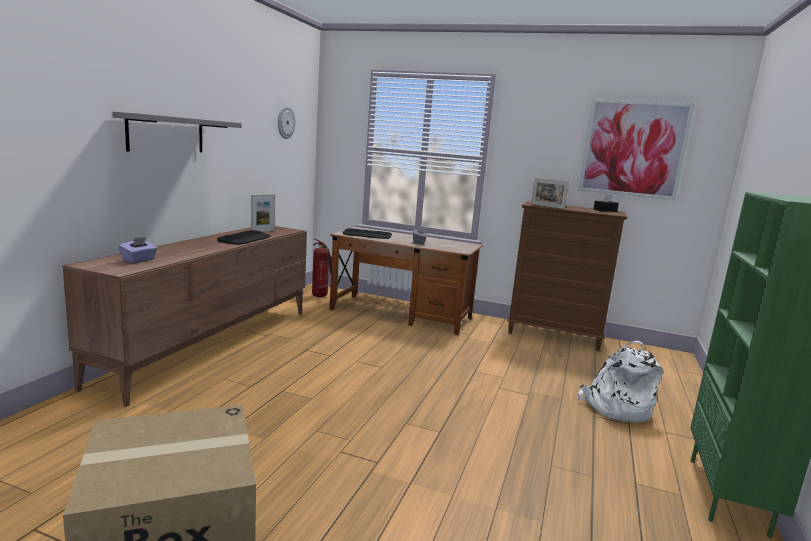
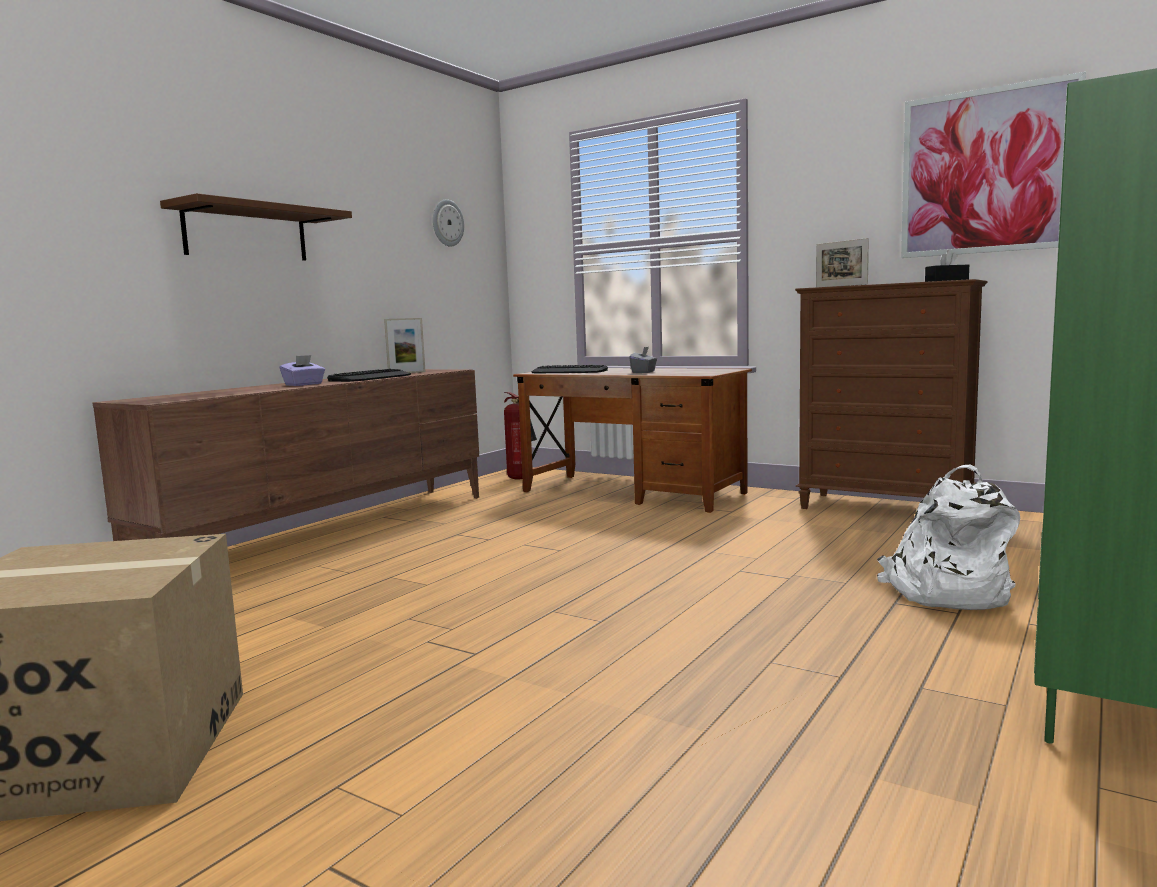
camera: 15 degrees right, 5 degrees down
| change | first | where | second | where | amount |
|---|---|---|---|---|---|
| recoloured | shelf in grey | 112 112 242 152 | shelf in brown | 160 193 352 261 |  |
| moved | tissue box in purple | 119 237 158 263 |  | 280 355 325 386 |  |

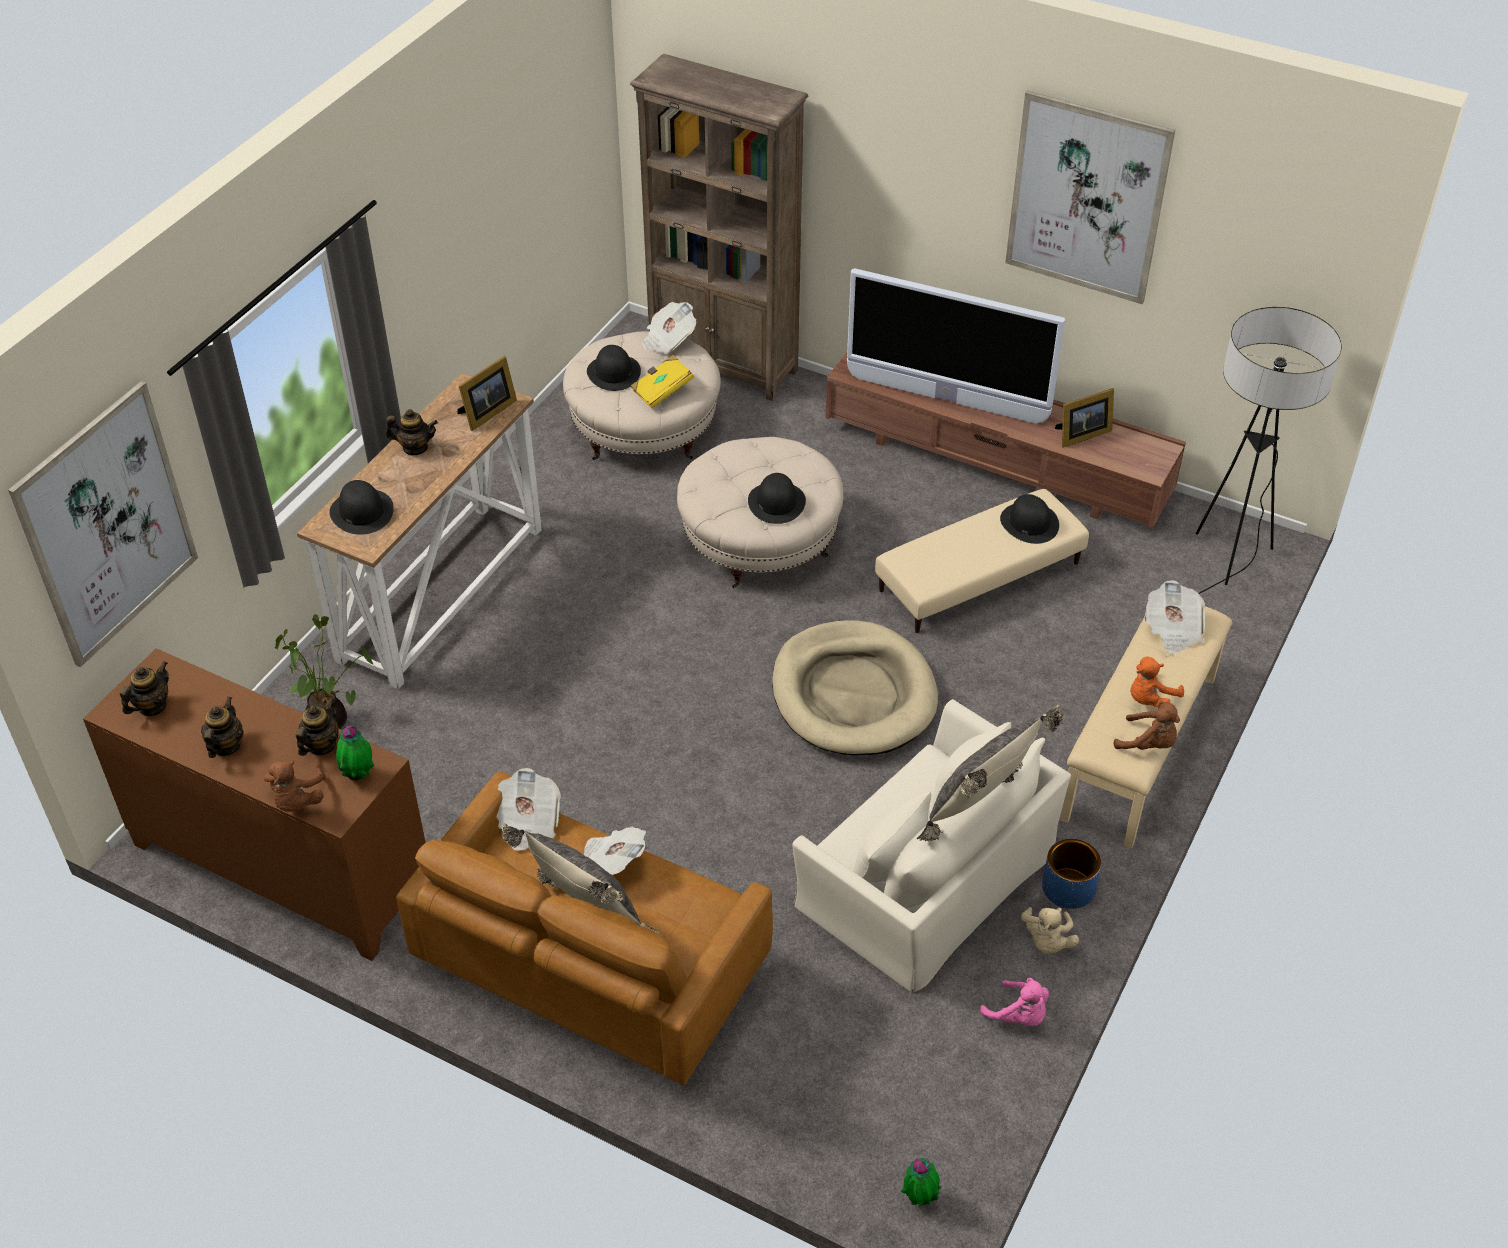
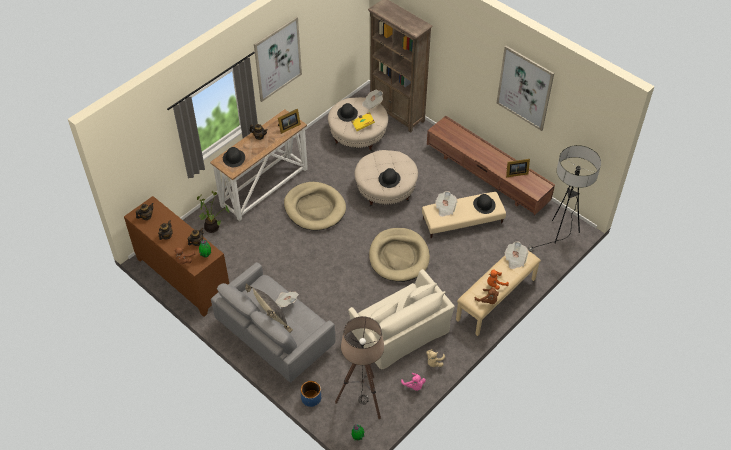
camera: 15 degrees right, 5 degrees up
| change | first | where | second | where | amount |
|---|---|---|---|---|---|
| moved | picture | 8 381 198 667 |  | 254 16 302 102 |  |
| recoloured | sofa in brown | 396 771 773 1085 | sofa in grey | 211 262 336 383 |  |
| moved | newspaper | 496 768 561 851 |  | 435 191 458 217 |  |
| removed | television | 847 268 1065 423 |  |  |  |
| removed | pillow | 916 705 1064 841 |  |  |  |
| moved | planter in blue | 1042 839 1101 909 |  | 300 381 321 407 |  |
| added |  |  | dog bed in beige | 284 182 346 231 |  |
| added |  |  | floor lamp | 335 316 384 420 |  |

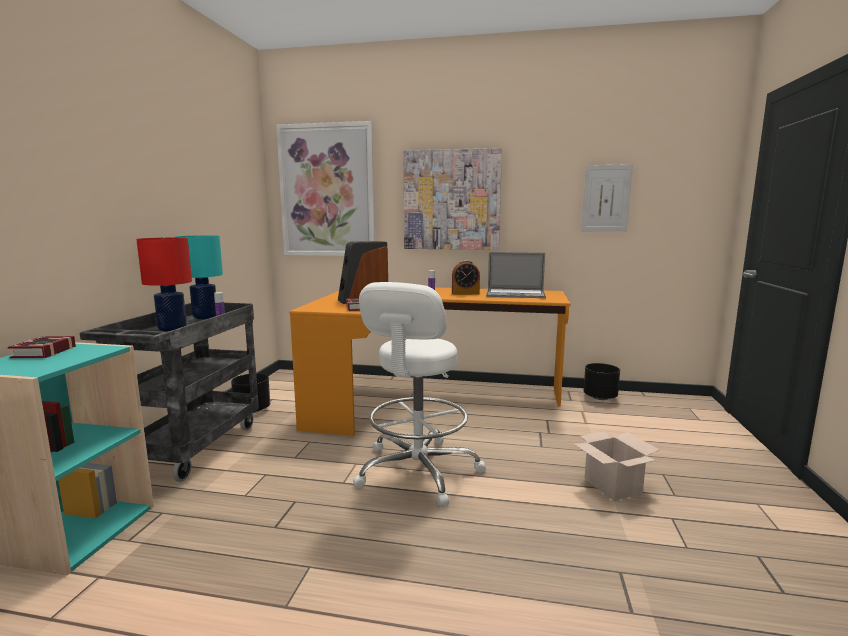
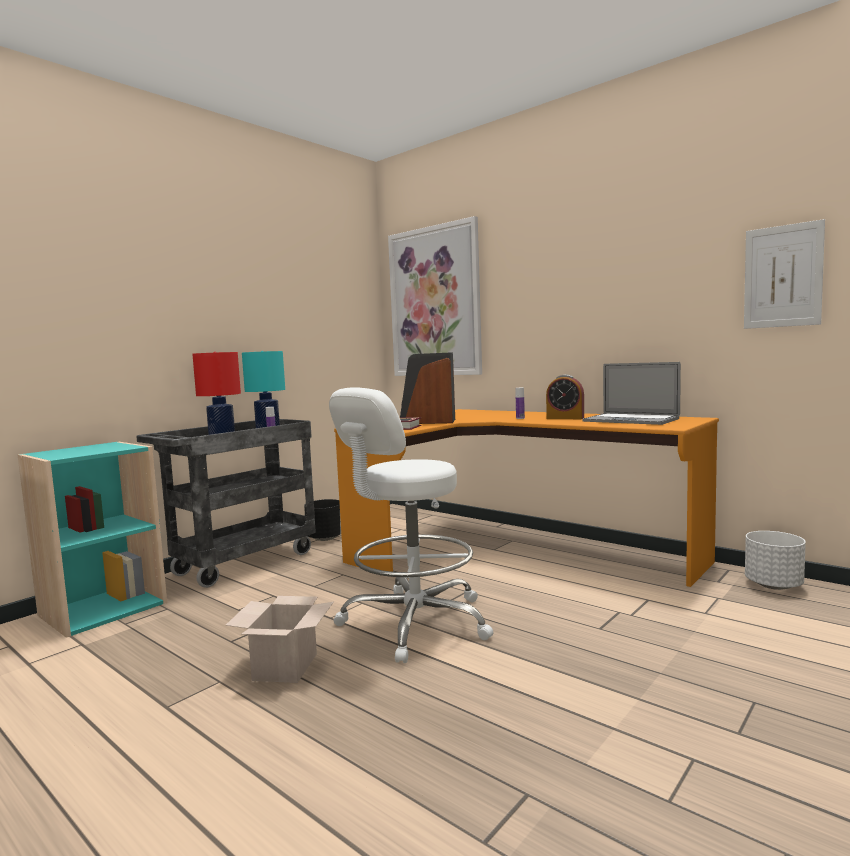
camera: 30 degrees right, 5 degrees down
| change | first | where | second | where | amount |
|---|---|---|---|---|---|
| removed | book | 8 336 76 358 |  |  |  |
| removed | picture | 403 148 502 250 |  |  |  |
| moved | cardboard box | 574 431 660 501 |  | 226 596 334 683 |  |
| recoloured | planter in black | 584 363 620 400 | planter in white | 745 531 806 590 |  |

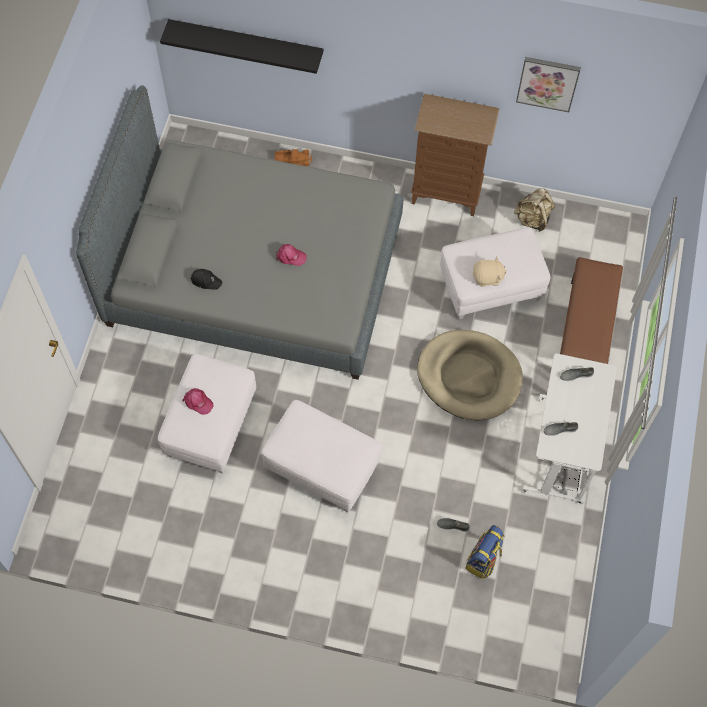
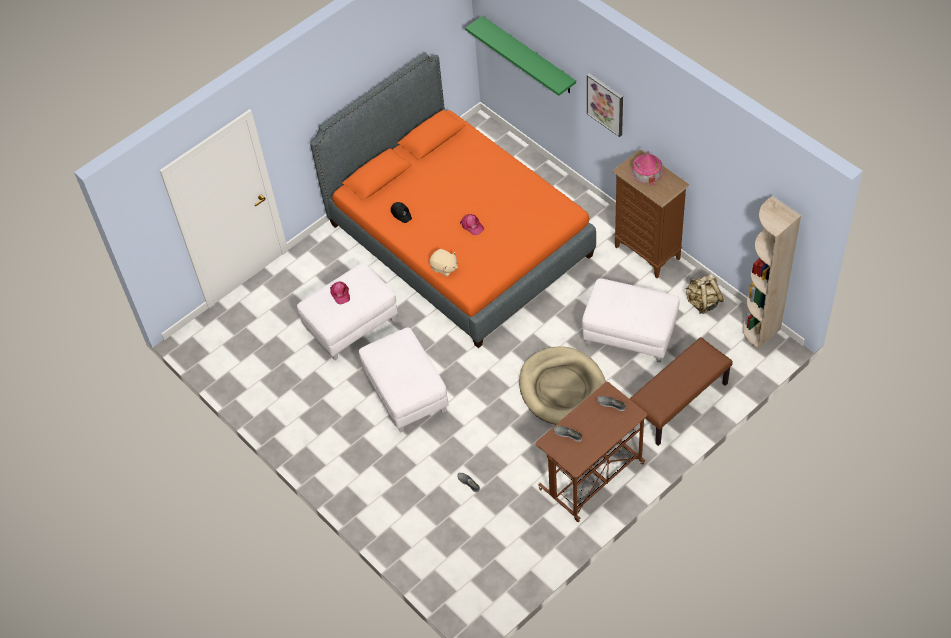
camera: 40 degrees right, 10 degrees down
| change | first | where | second | where | amount |
|---|---|---|---|---|---|
| recoloured | bed in grey | 76 85 403 380 | bed in orange | 310 53 596 348 |  |
| recoloured | shelf in black | 160 19 323 74 | shelf in green | 465 16 576 96 |  |
| removed | toy truck | 275 149 312 166 |  |  |  |
| removed | backpack | 465 525 505 579 |  |  |  |
| moved | plush toy in beige | 473 257 507 287 |  | 429 249 458 276 |  |
| moved | picture | 516 57 581 112 |  | 587 73 623 137 |  |
| recoloured | desk in white | 523 354 617 504 | desk in brown | 536 382 647 522 |  |
| added |  |  | toy house | 631 151 663 186 |  |
| added |  |  | bookcase in beige | 743 196 801 349 |  |

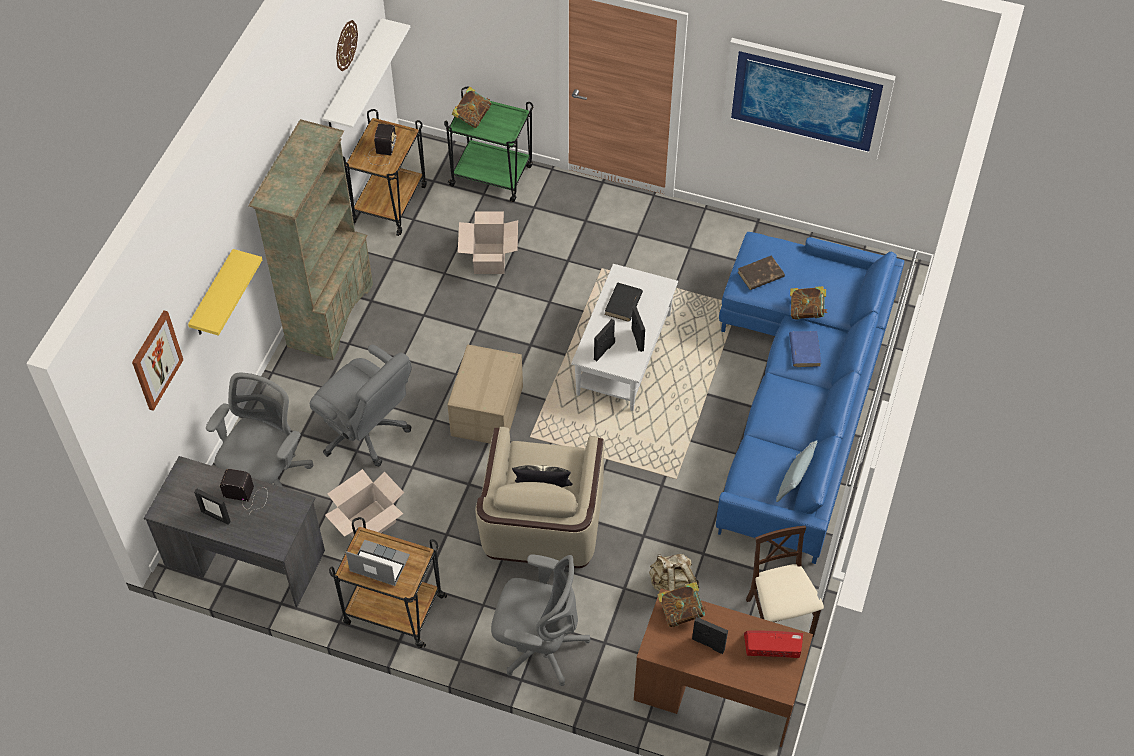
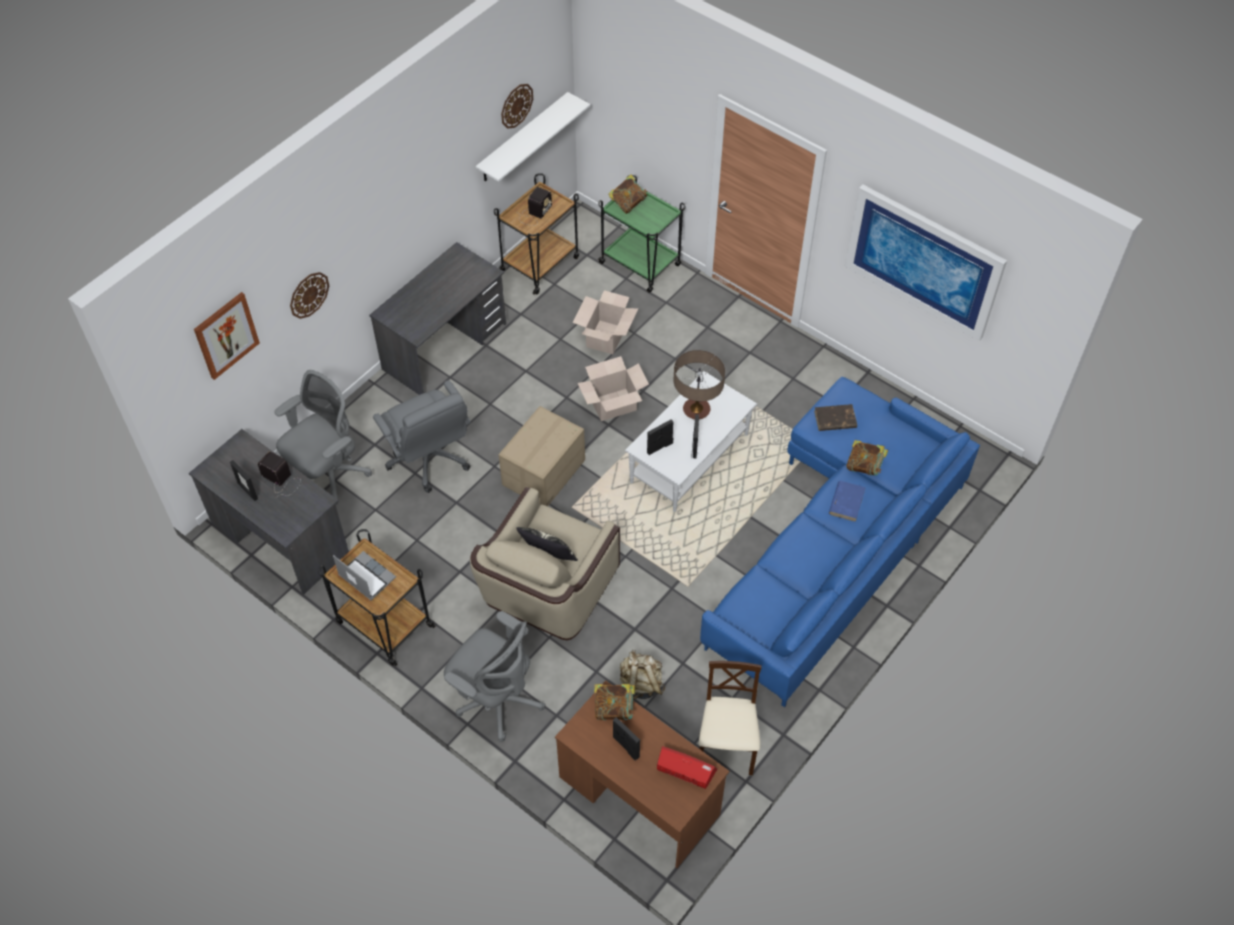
camera: 20 degrees right, 0 degrees up
| change | first | where | second | where | amount |
|---|---|---|---|---|---|
| replaced | shelf in yellow | 188 249 262 336 | wall clock | 290 272 329 319 |  |
| replaced | bookcase in green | 248 119 373 360 | desk in grey | 369 242 506 395 |  |
| moved | cardboard box | 325 469 404 537 |  | 578 356 649 421 |  |
| replaced | book in black | 605 282 643 322 | table lamp | 674 350 725 419 |  |
| removed | pillow in blue | 776 440 817 502 |  |  |  |

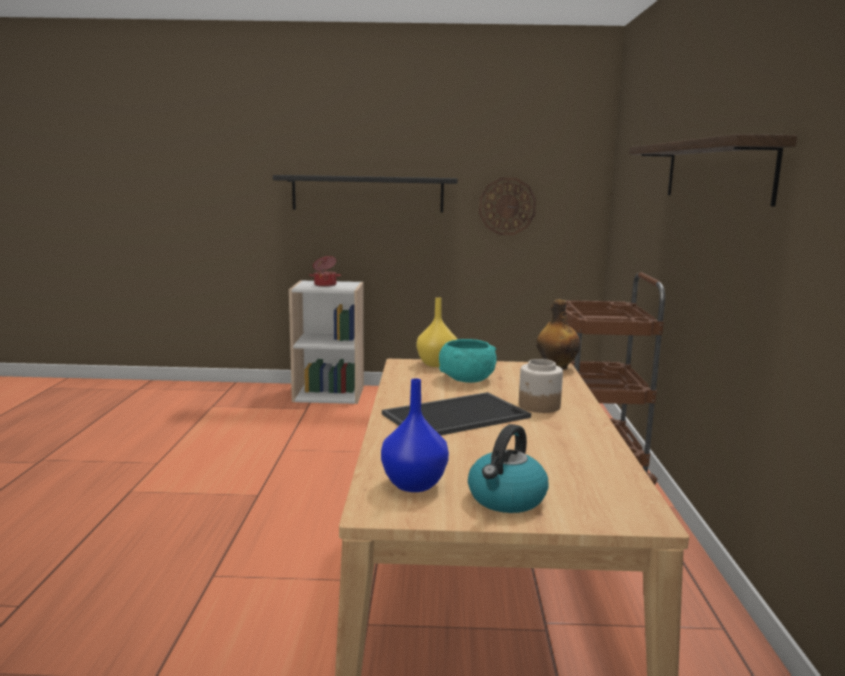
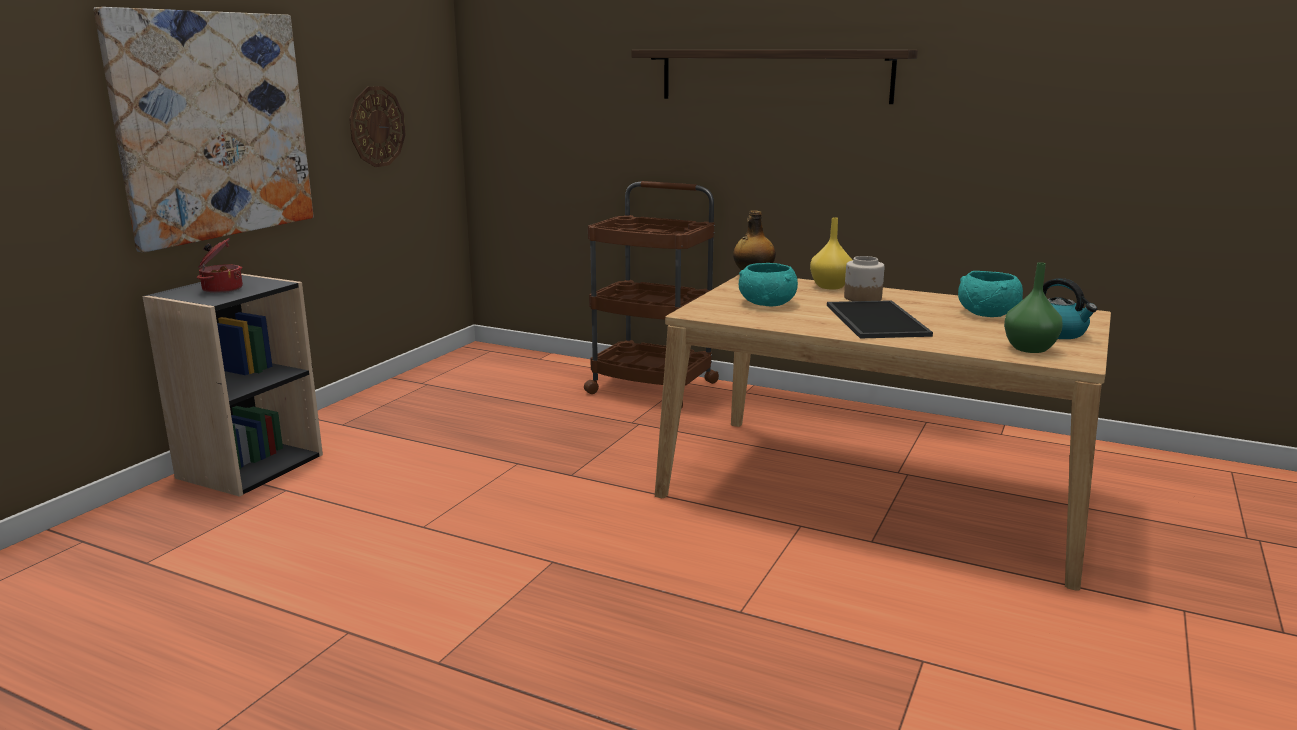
camera: 65 degrees left, 5 degrees up
| change | first | where | second | where | amount |
|---|---|---|---|---|---|
| replaced | shelf in black | 273 175 457 213 | picture | 94 7 314 252 |  |
| recoloured | bookcase in white | 289 280 364 404 | bookcase in black | 143 274 323 497 |  |
| recoloured | vase in blue | 381 379 449 492 | vase in green | 1004 262 1063 353 |  |
| moved | vase in yellow | 417 297 457 367 |  | 810 217 853 290 |  |
| added |  |  | bowl in turquoise | 958 271 1023 317 |  |

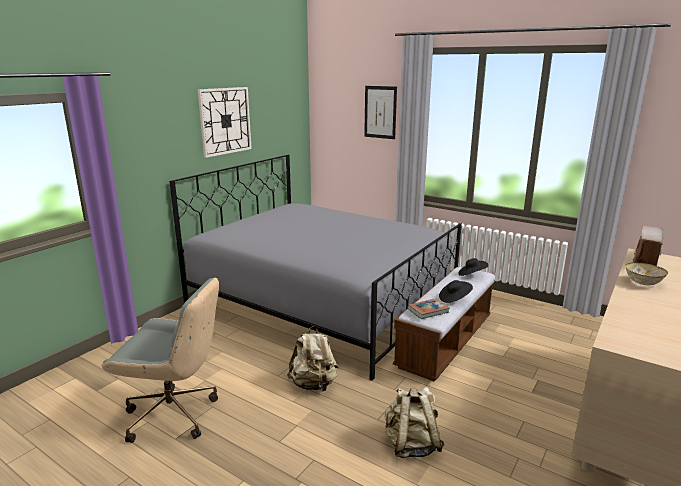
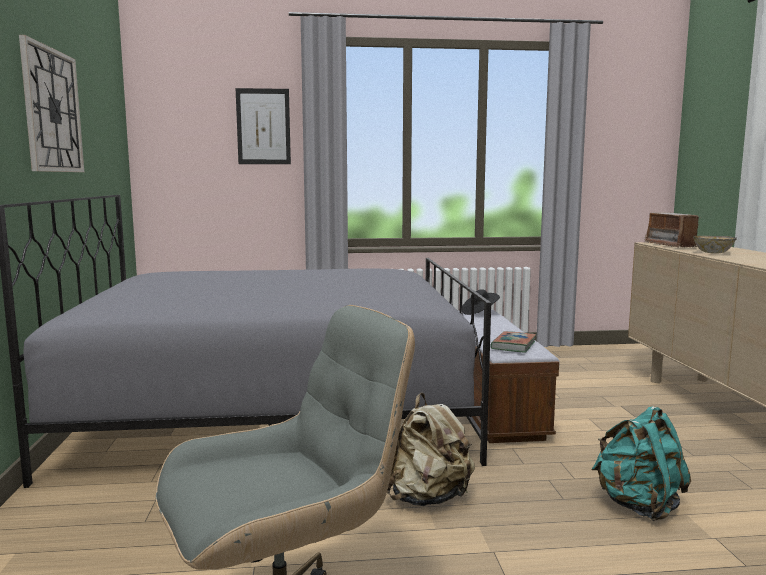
camera: 40 degrees left, 10 degrees down
| change | first | where | second | where | amount |
|---|---|---|---|---|---|
| recoloured | backpack in beige | 385 387 445 458 | backpack in turquoise | 591 406 691 521 |  |
| removed | hat in black | 439 280 473 303 |  |  |  |

